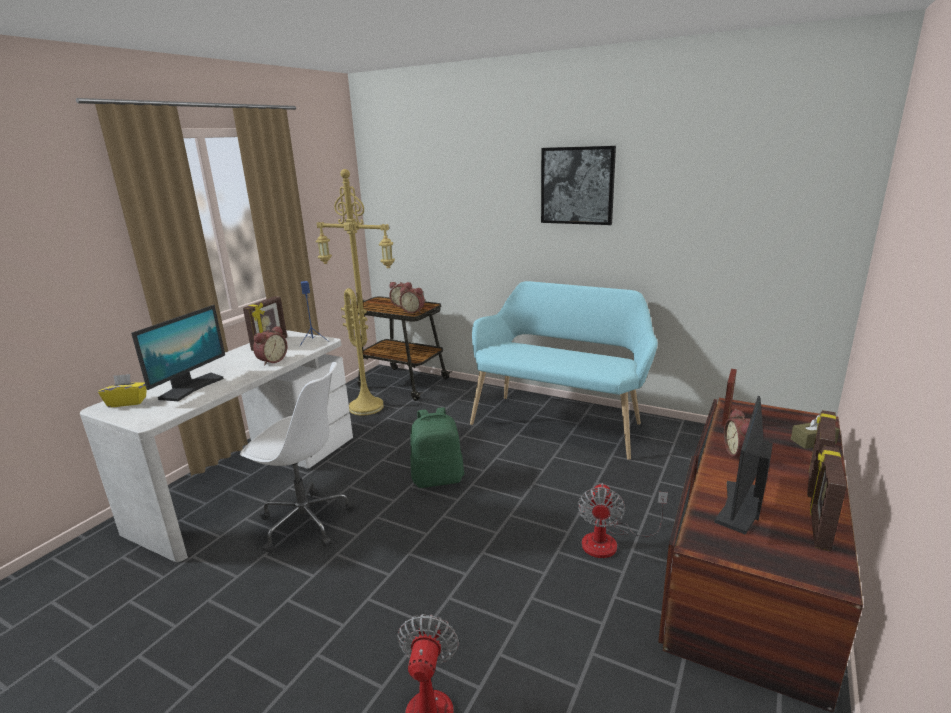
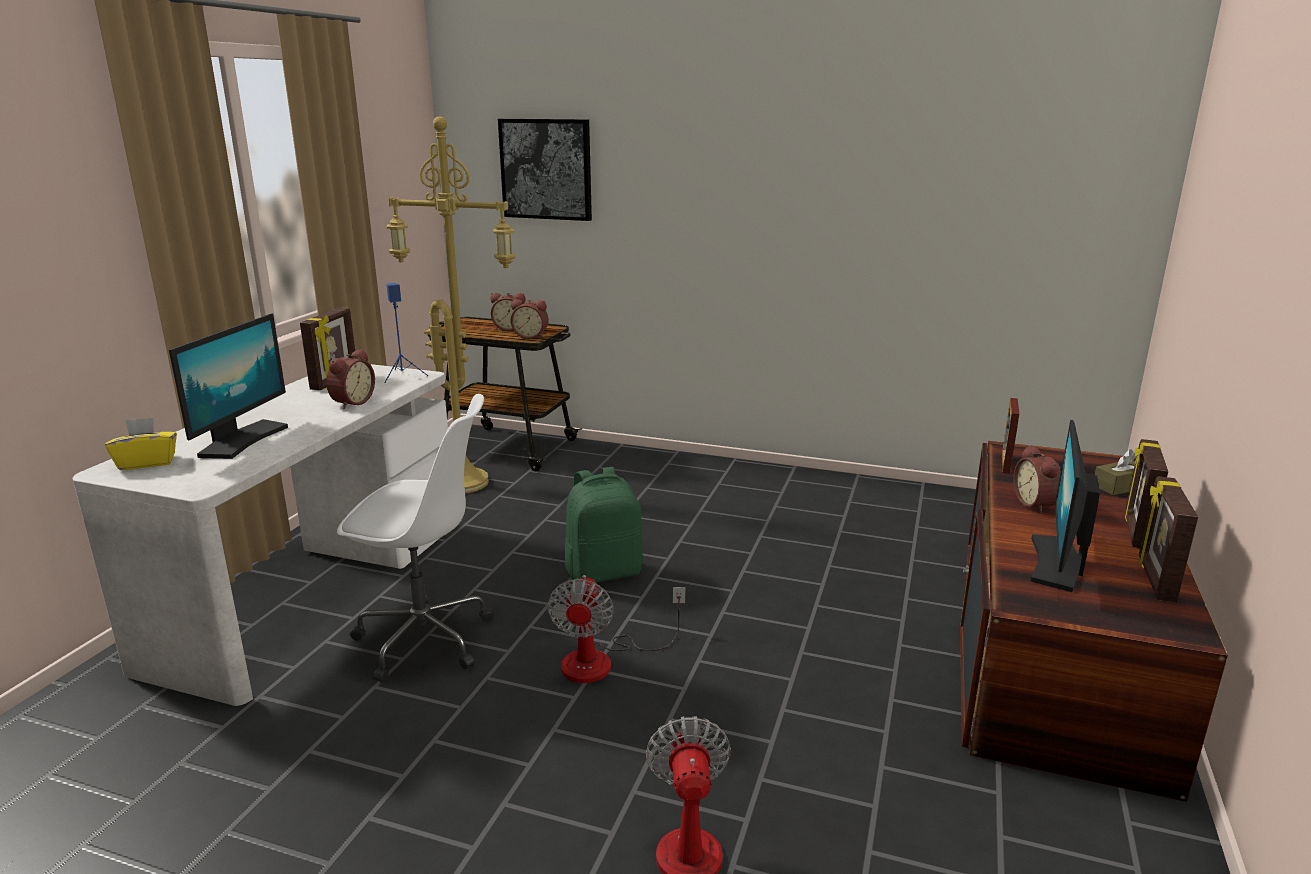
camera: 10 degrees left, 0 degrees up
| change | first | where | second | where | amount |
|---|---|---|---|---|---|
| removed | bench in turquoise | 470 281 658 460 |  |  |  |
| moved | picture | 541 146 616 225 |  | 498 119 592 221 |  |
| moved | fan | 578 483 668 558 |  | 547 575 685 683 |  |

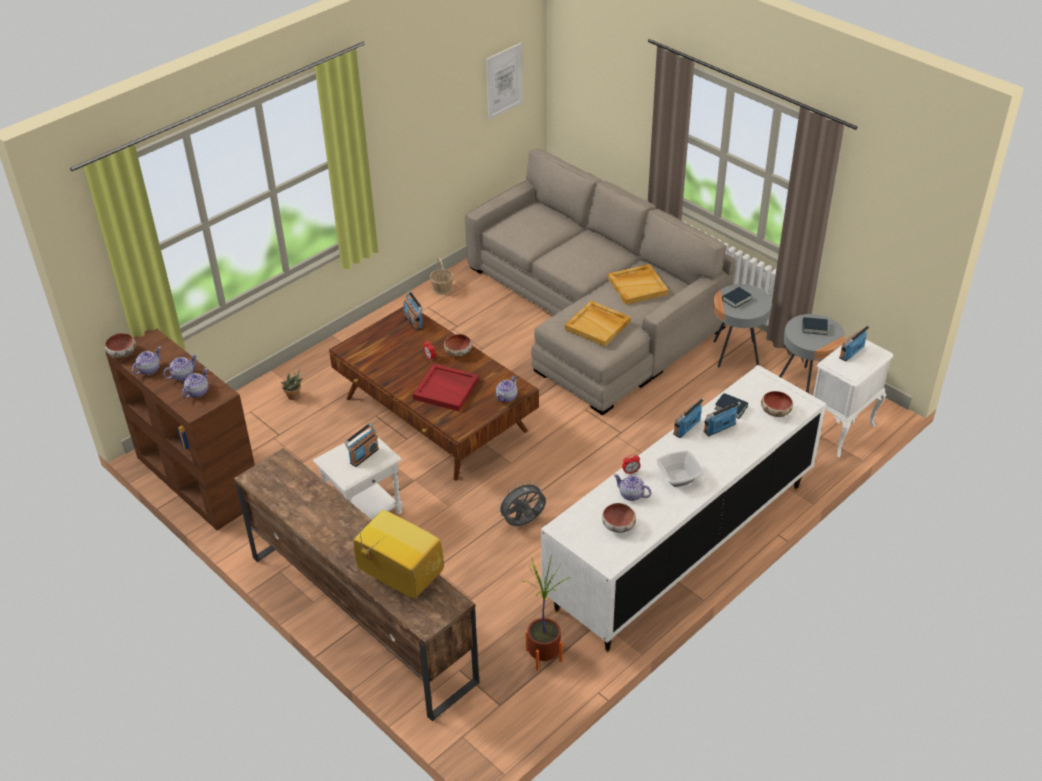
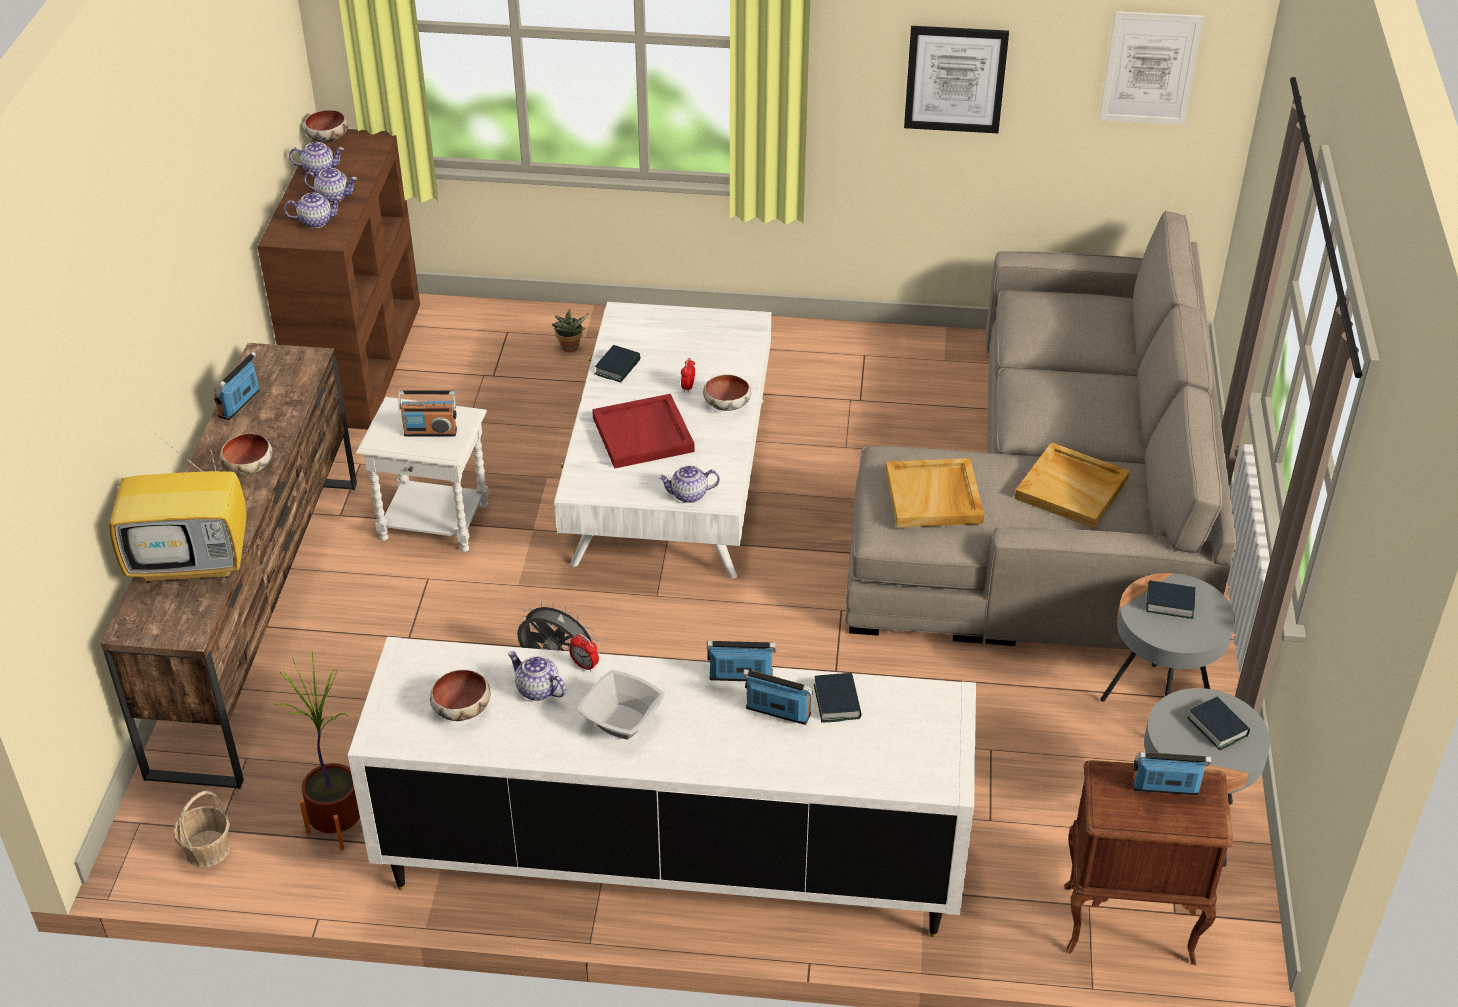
camera: 50 degrees right, 0 degrees up
| change | first | where | second | where | amount |
|---|---|---|---|---|---|
| recoloured | coffee table in brown | 329 307 539 481 | coffee table in white | 554 301 771 579 |  |
| turned | television | 354 510 444 599 |  | 109 423 246 583 | 90 degrees clockwise |
| moved | radio | 403 291 423 330 |  | 214 352 260 420 |  |
| moved | basket | 430 258 454 295 |  | 173 791 230 867 |  |
| turned | teapot | 614 474 651 501 |  | 508 651 566 701 | 45 degrees counterclockwise |
| moved | bowl | 761 391 793 417 |  | 220 433 272 476 |  |
| recoloured | nightstand in white | 813 340 893 457 | nightstand in brown | 1064 760 1233 965 |  |
| added |  |  | book | 595 345 641 383 |  |
| added |  |  | picture | 904 26 1009 133 |  |

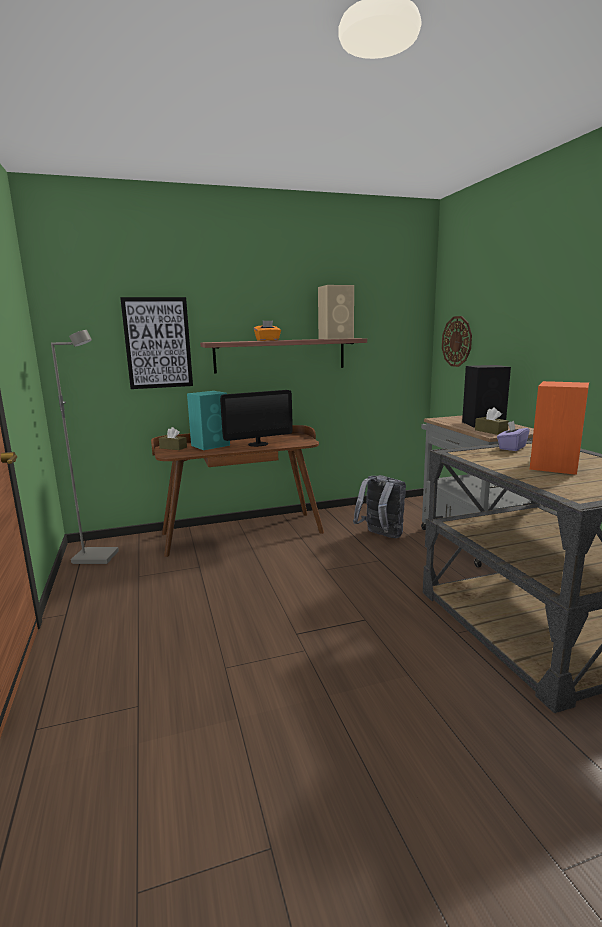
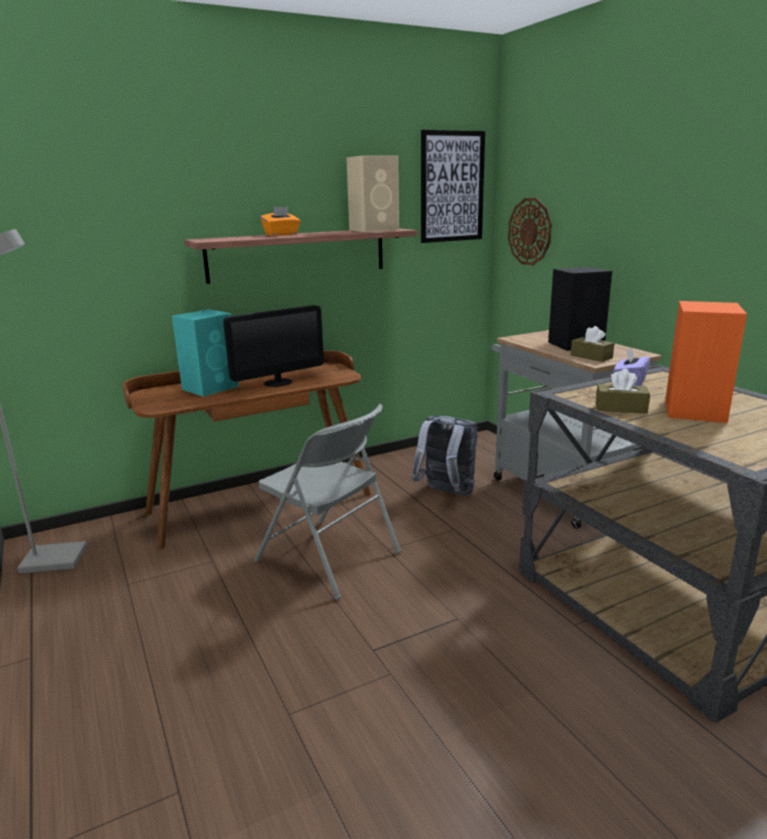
camera: 10 degrees left, 5 degrees up
| change | first | where | second | where | amount |
|---|---|---|---|---|---|
| moved | picture | 120 297 193 389 |  | 421 130 485 243 |  |
| moved | tissue box in brown | 159 427 187 450 |  | 596 369 650 414 |  |
| added |  |  | chair in grey | 254 404 401 601 |  |

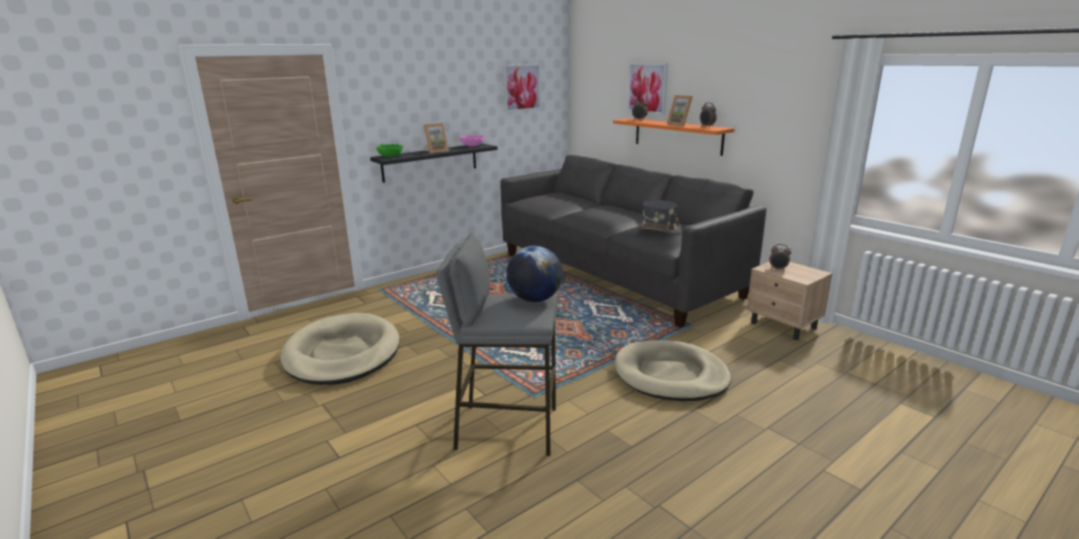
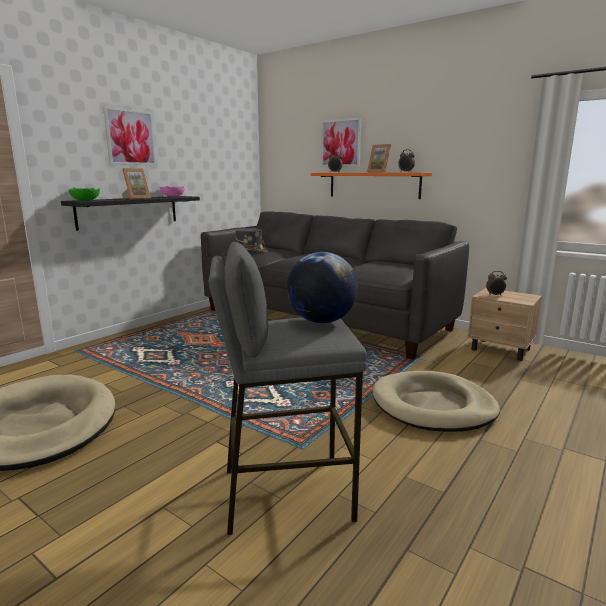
camera: 15 degrees left, 5 degrees down
| change | first | where | second | where | amount |
|---|---|---|---|---|---|
| moved | picture | 503 64 541 112 |  | 103 106 157 165 |  |
| moved | hat in grey | 636 201 682 234 |  | 235 228 267 253 |  |

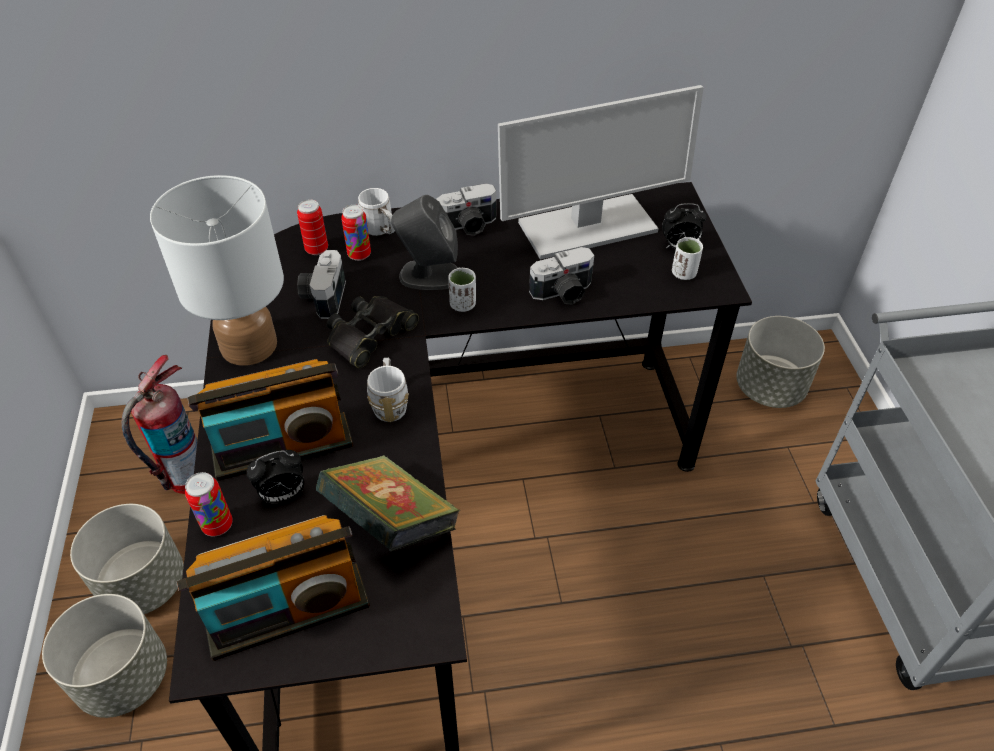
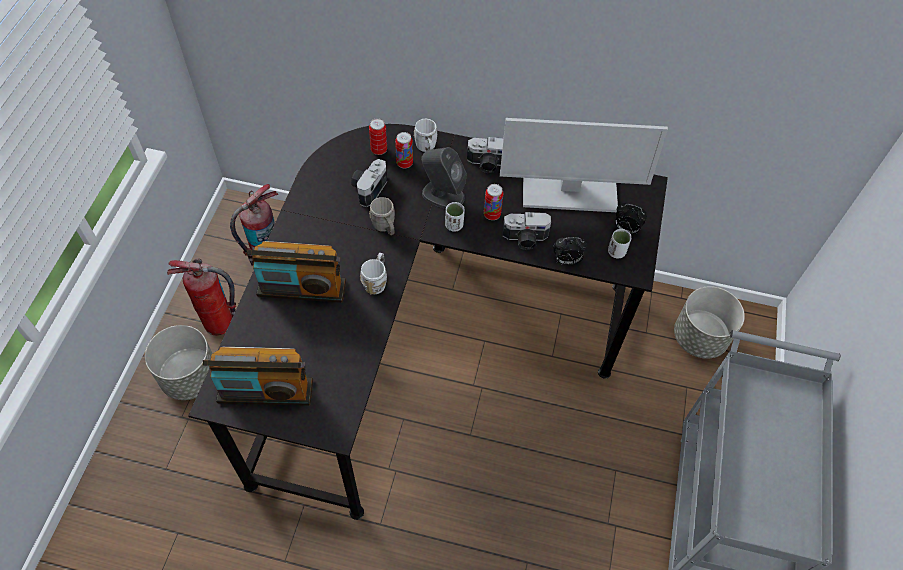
camera: 20 degrees right, 10 degrees up
| change | first | where | second | where | amount |
|---|---|---|---|---|---|
| replaced | planter in grey | 70 504 184 614 | fire extinguisher | 167 258 236 336 |  |
| removed | table lamp in white | 150 175 284 366 |  |  |  |
| moved | can | 185 472 233 537 |  | 484 184 503 220 |  |
| moved | alarm clock | 246 450 304 504 |  | 553 237 587 265 |  |
| removed | book | 316 455 460 551 |  |  |  |
| replaced | binoculars in black | 327 296 419 368 | mug in grey | 369 197 395 235 |  |

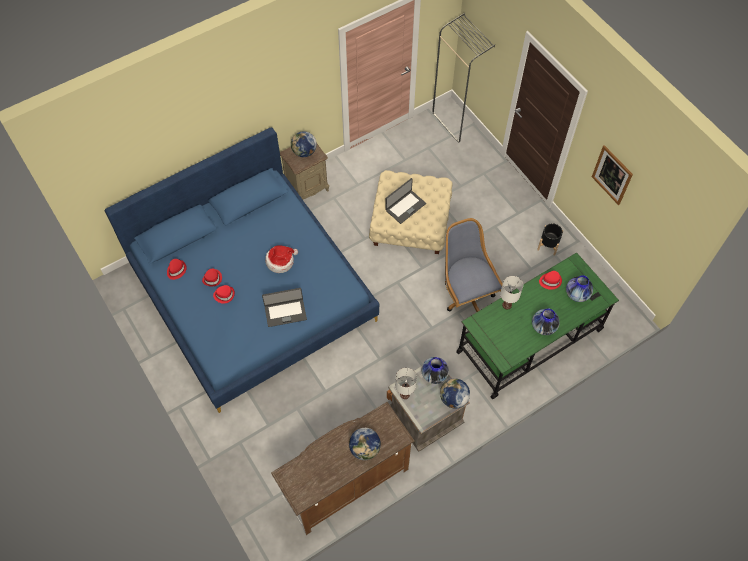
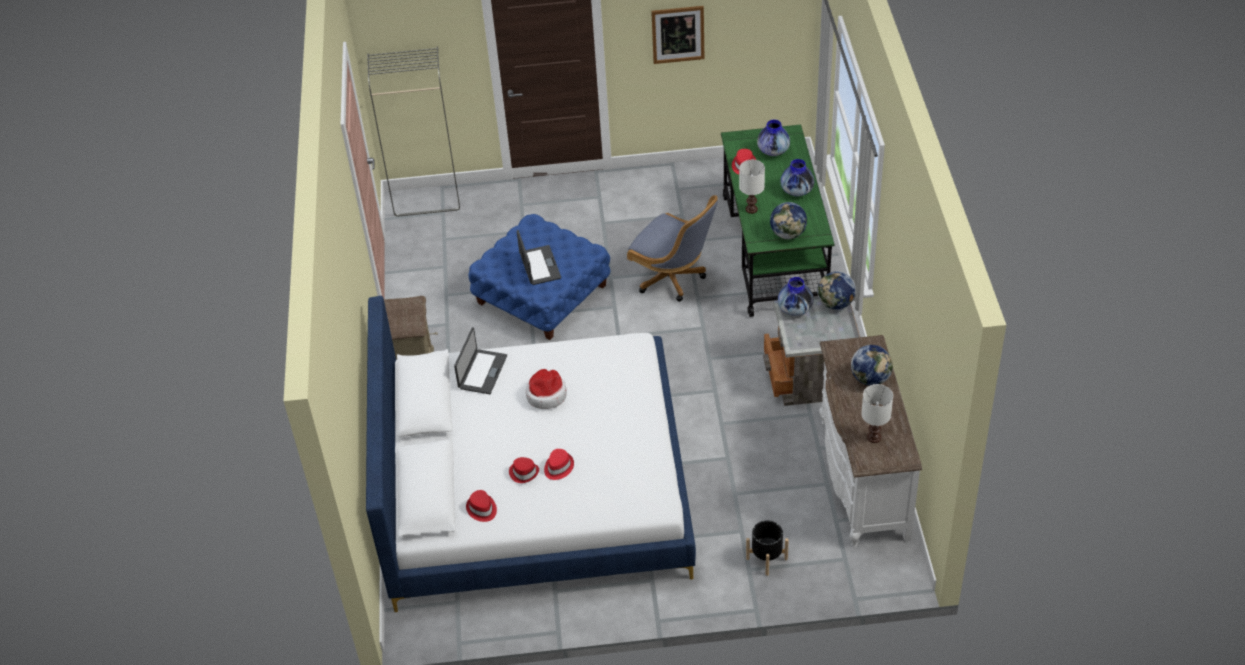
camera: 60 degrees left, 15 degrees down
| change | first | where | second | where | amount |
|---|---|---|---|---|---|
| recoloured | bed in blue | 104 127 379 413 | bed in white | 366 296 696 612 |  |
| moved | laptop | 262 288 307 327 |  | 454 327 507 394 |  |
| moved | globe | 291 131 317 157 |  | 770 202 807 239 |  |
| recoloured | ottoman in beige | 369 170 453 254 | ottoman in blue | 468 214 610 340 |  |
| moved | table lamp in white | 395 368 417 399 |  | 861 384 893 443 |  |
| turned | office chair in blue | 445 218 503 312 |  | 627 195 718 302 | 150 degrees counterclockwise |
| moved | planter in black | 537 223 563 256 |  | 746 520 789 576 |  |

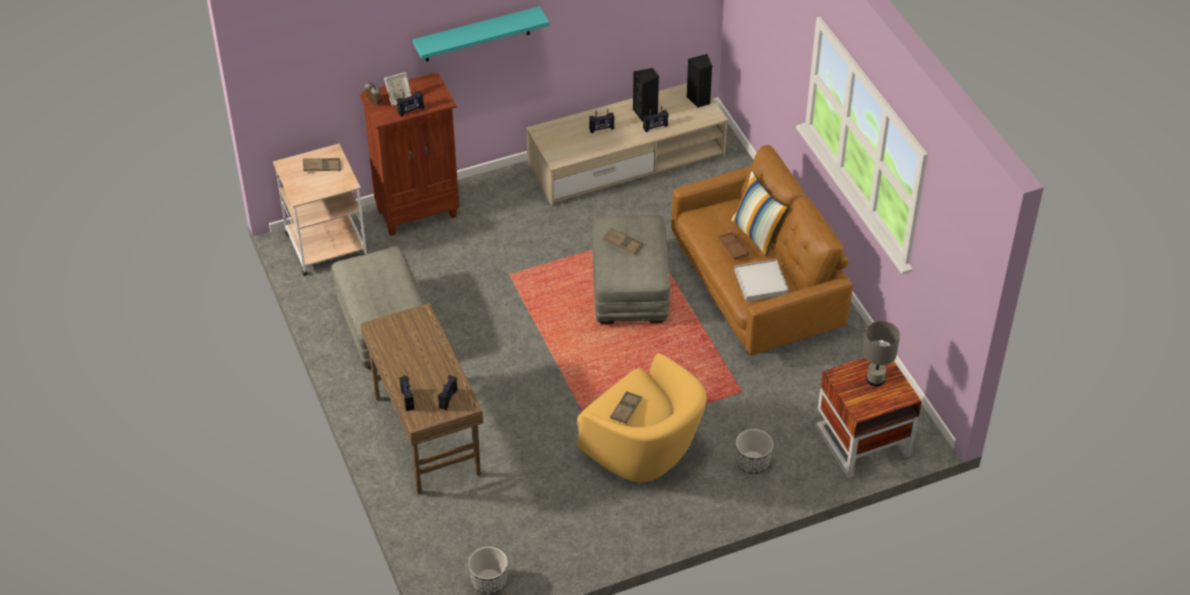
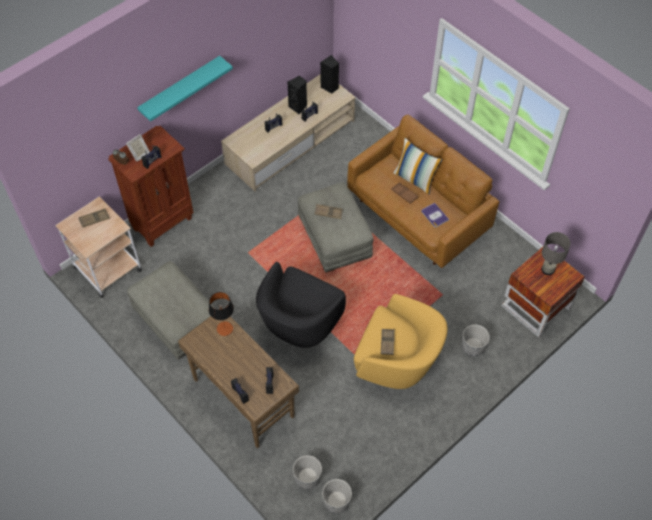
camera: 20 degrees left, 10 degrees up
| change | first | where | second | where | amount |
|---|---|---|---|---|---|
| replaced | tray in white | 734 259 789 301 | book | 421 203 449 227 |  |
| added |  |  | table lamp | 209 292 234 336 |  |
| added |  |  | armchair in black | 256 262 346 348 |  |
| added |  |  | planter | 293 455 322 489 |  |

